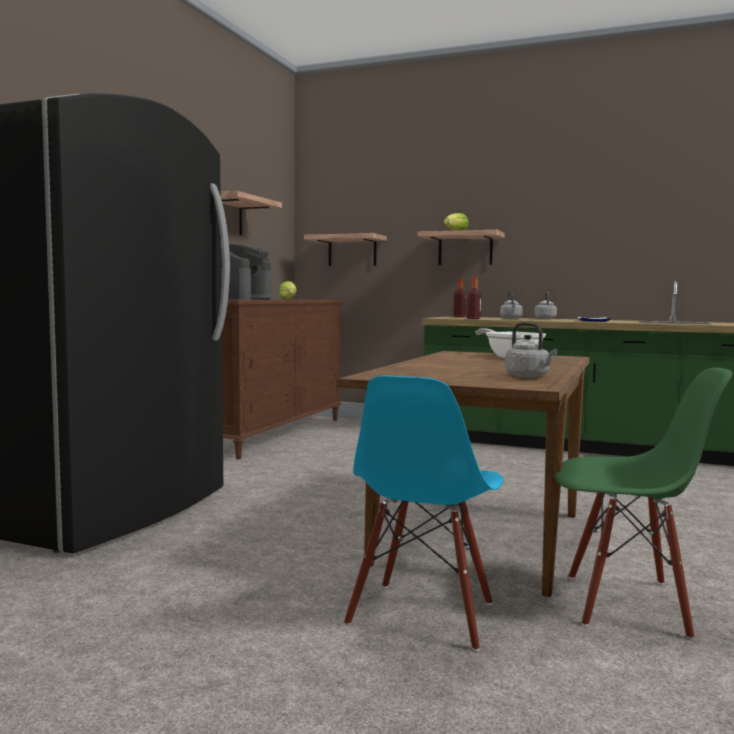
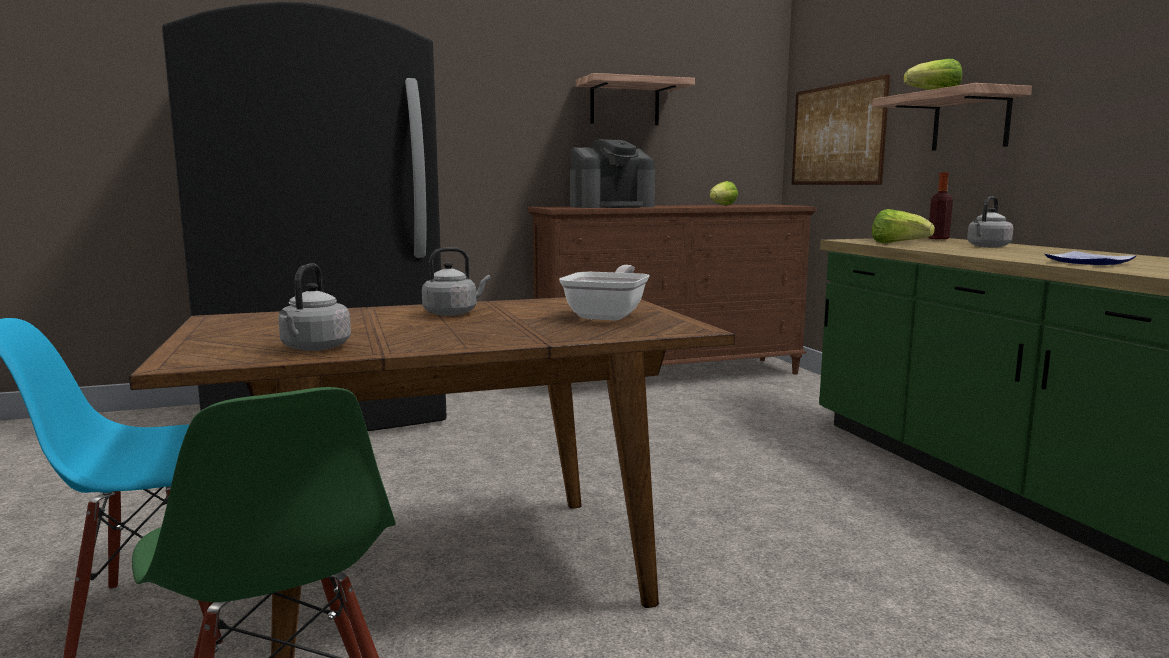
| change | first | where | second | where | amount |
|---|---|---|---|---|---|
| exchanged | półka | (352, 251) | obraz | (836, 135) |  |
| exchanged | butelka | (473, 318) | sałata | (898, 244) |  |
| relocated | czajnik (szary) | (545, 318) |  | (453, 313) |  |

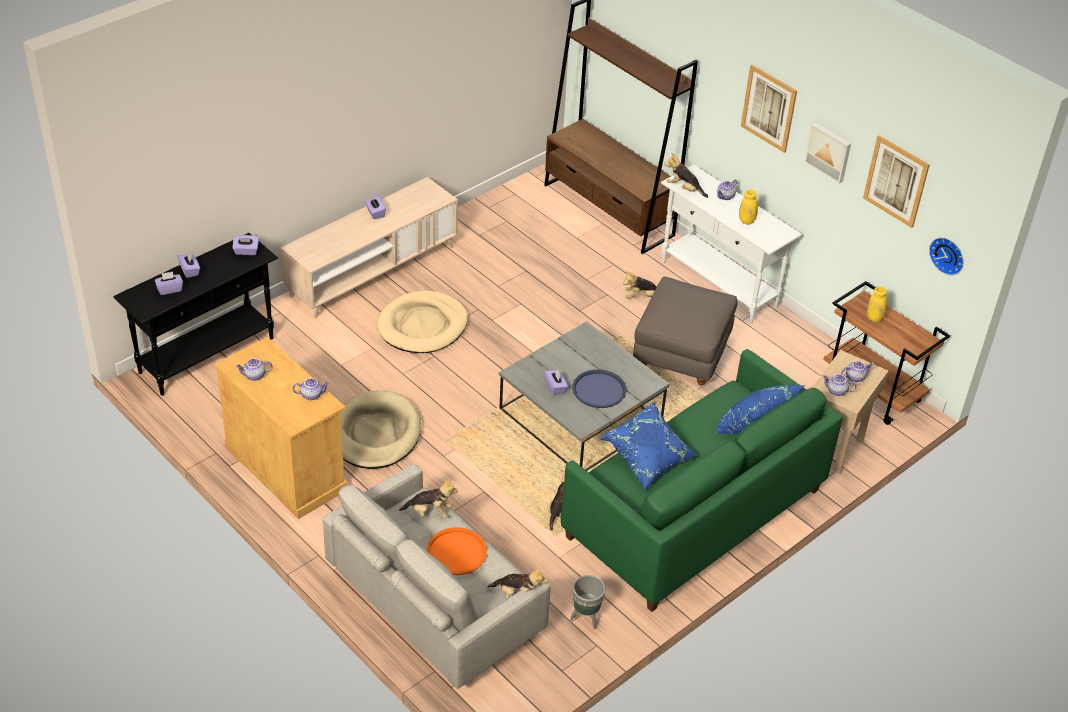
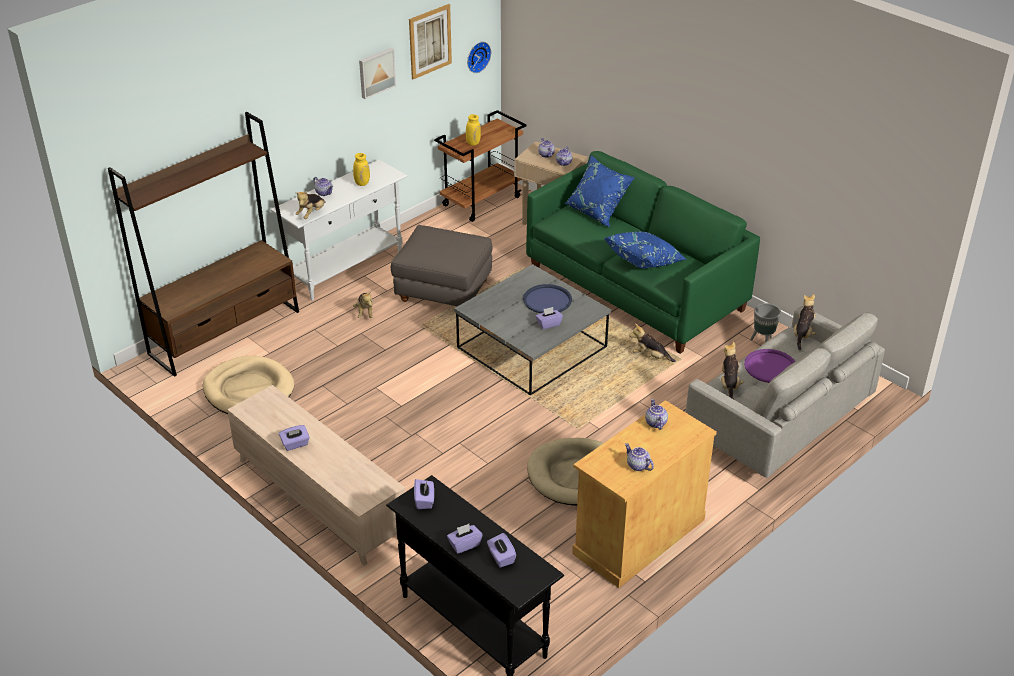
| change | first | where | second | where | amount |
|---|---|---|---|---|---|
| missing | obraz | (769, 108) |  |  |  |
| relocated | legowisko (beżowy) | (422, 326) |  | (249, 390) |  |
| spun | imbryk | (254, 376) |  | (637, 466) | 150 degrees clockwise |
| colour | taca (pomarańczowy) | (456, 552) | taca (fioletowy) | (770, 367) |  |

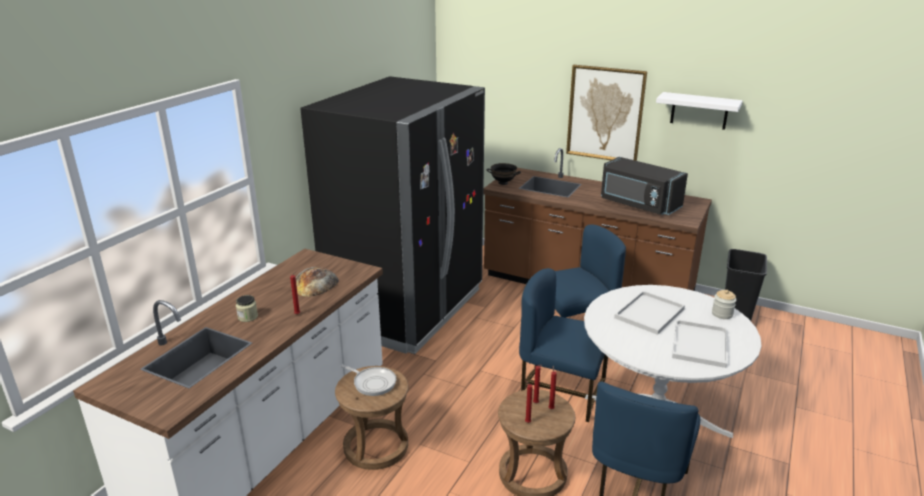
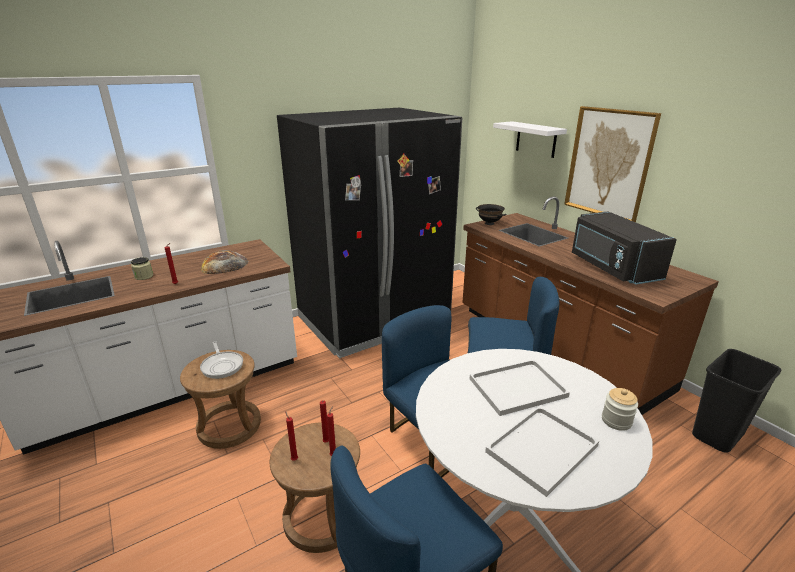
| change | first | where | second | where | amount |
|---|---|---|---|---|---|
| relocated | półka (biały) | (699, 111) |  | (536, 139) |  |

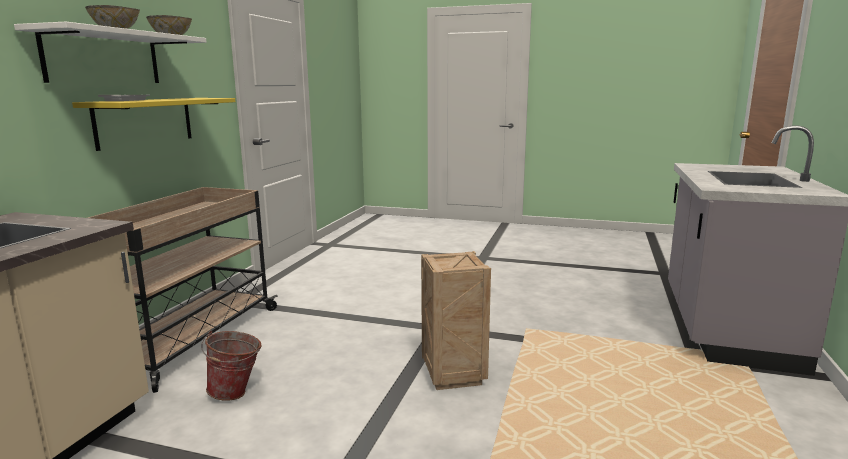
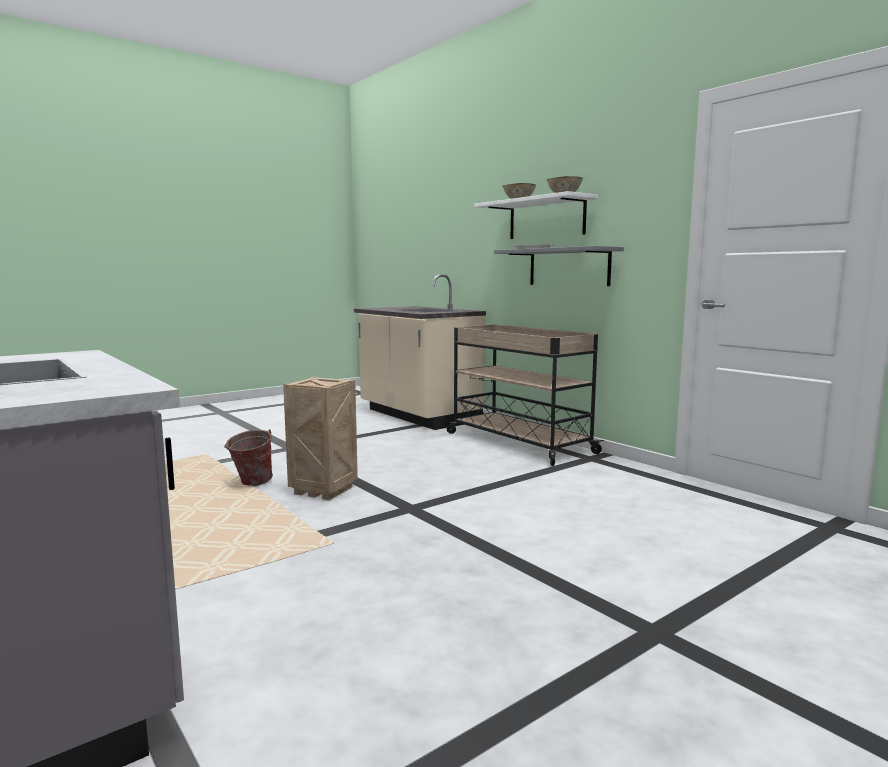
| change | first | where | second | where | amount |
|---|---|---|---|---|---|
| colour | półka (żółty) | (145, 122) | półka (szary) | (568, 267) |  |
| relocated | wiadro | (236, 393) |  | (251, 484) |  |

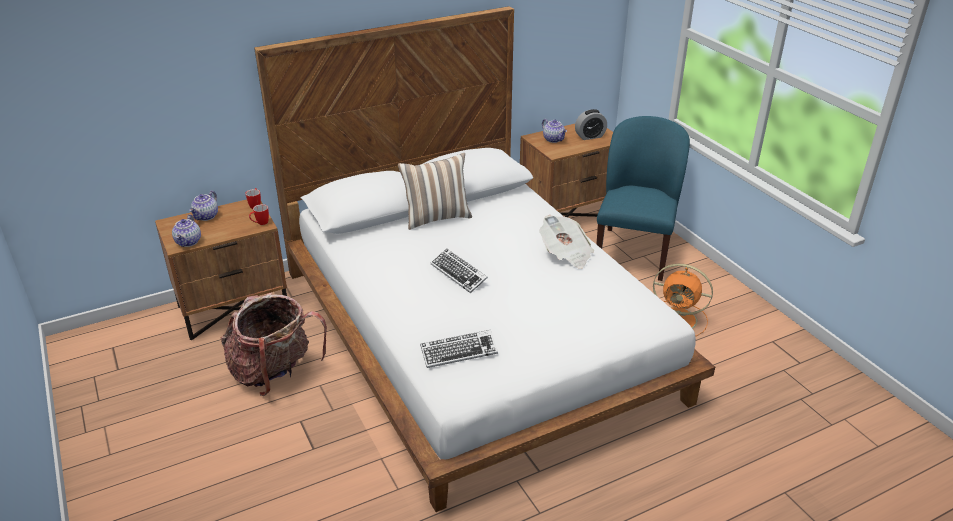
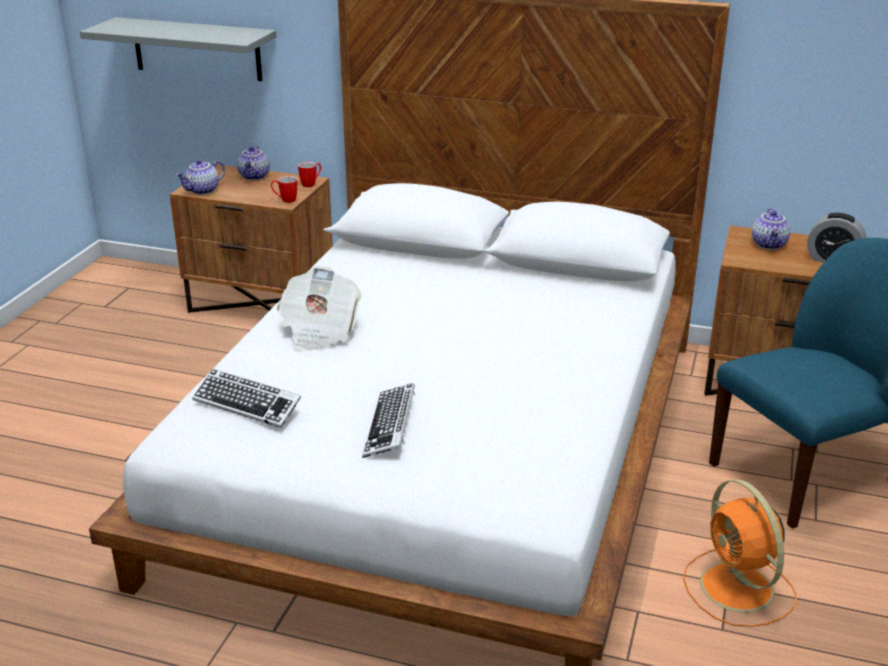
| change | first | where | second | where | amount |
|---|---|---|---|---|---|
| missing | poduszka | (436, 217) |  |  |  |
| spun | imbryk | (206, 216) |  | (255, 177) | 60 degrees counterclockwise |
| relocated | gazeta | (566, 254) |  | (319, 330) |  |
| relocated | klawiatura | (459, 274) |  | (390, 426) |  |
| missing | plecak | (275, 373) |  |  |  |
| appeared |  |  | półka (szary) | (197, 49) |  |

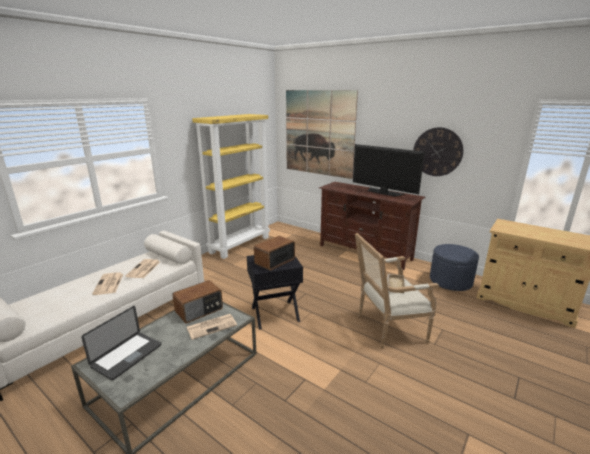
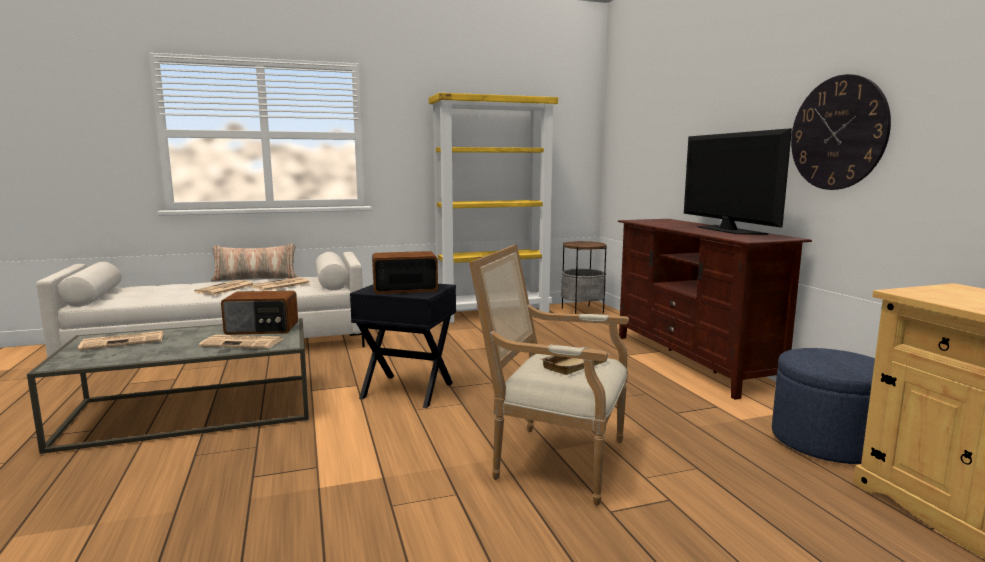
| change | first | where | second | where | amount |
|---|---|---|---|---|---|
| missing | obraz | (319, 133) |  |  |  |
| exchanged | laptop | (127, 356) | gazeta | (124, 341) |  |
| appeared |  |  | stolik | (582, 310) |  |
| appeared |  |  | poduszka | (255, 278) |  |

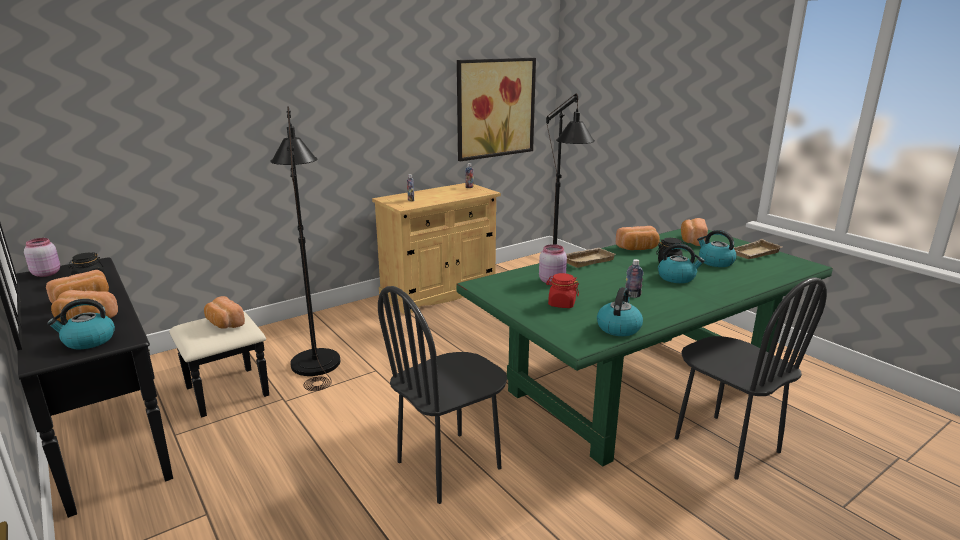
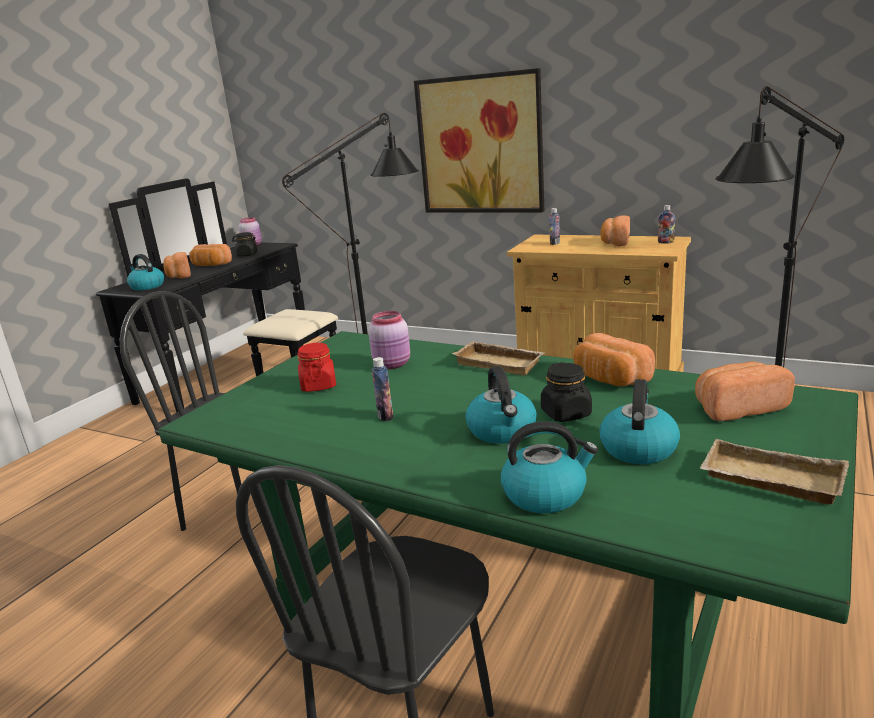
| change | first | where | second | where | amount |
|---|---|---|---|---|---|
| relocated | obraz | (495, 108) |  | (480, 145) |  |
| relocated | czajnik | (618, 327) |  | (545, 494) |  |
| relocated | chleb | (224, 323) |  | (615, 242) |  |

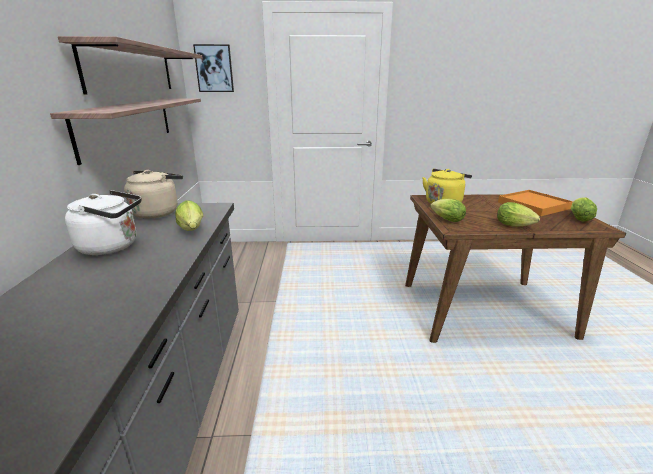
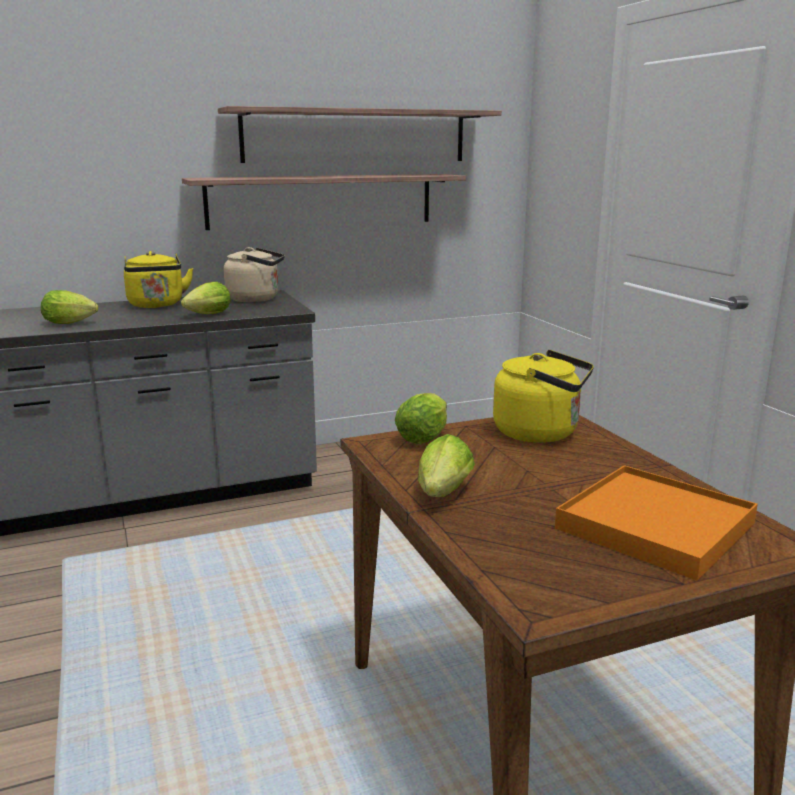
| change | first | where | second | where | amount |
|---|---|---|---|---|---|
| missing | obraz | (214, 68) |  |  |  |
| colour | czajnik (biały) | (113, 246) | czajnik (żółty) | (157, 305) |  |
| relocated | sałata | (578, 218) |  | (72, 323) |  |

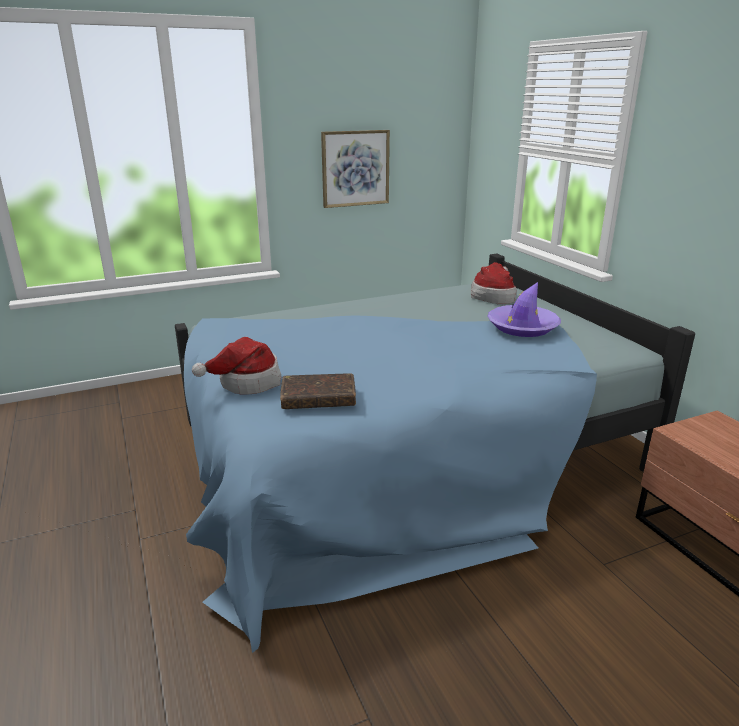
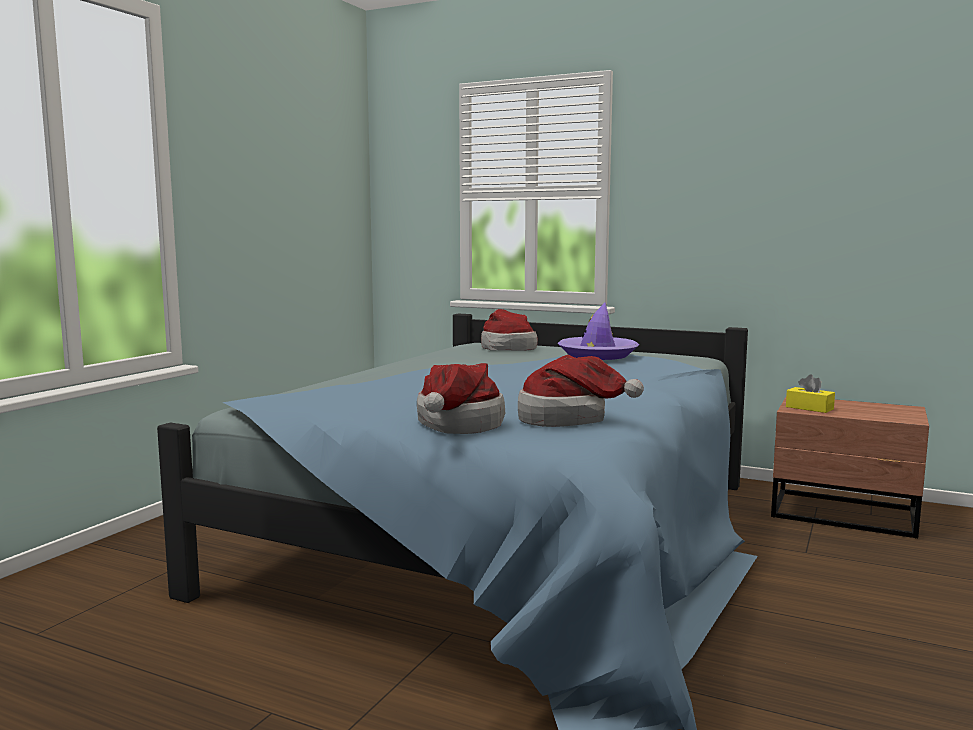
| change | first | where | second | where | amount |
|---|---|---|---|---|---|
| missing | obraz | (355, 168) |  |  |  |
| exchanged | książka (brązowy) | (318, 399) | kapelusz | (569, 419) |  |
| appeared |  |  | pudełko chusteczek (żółty) | (809, 408) |  |

